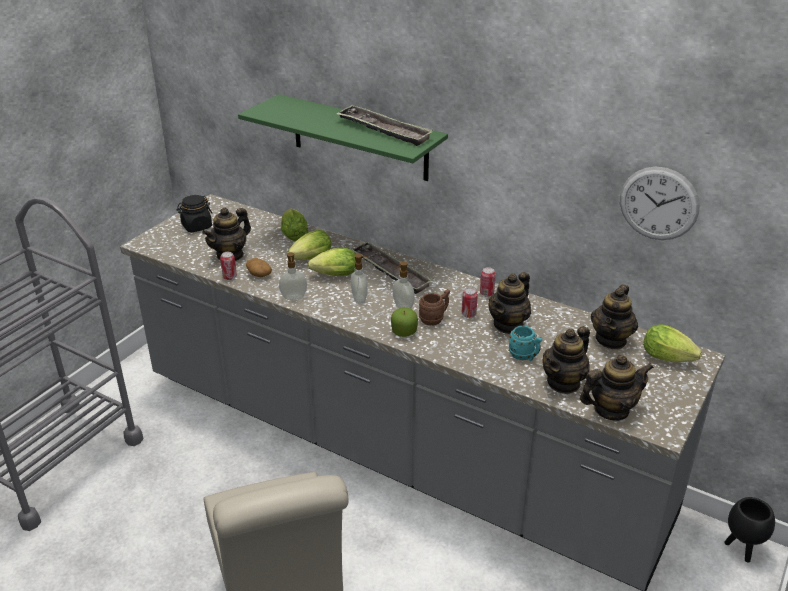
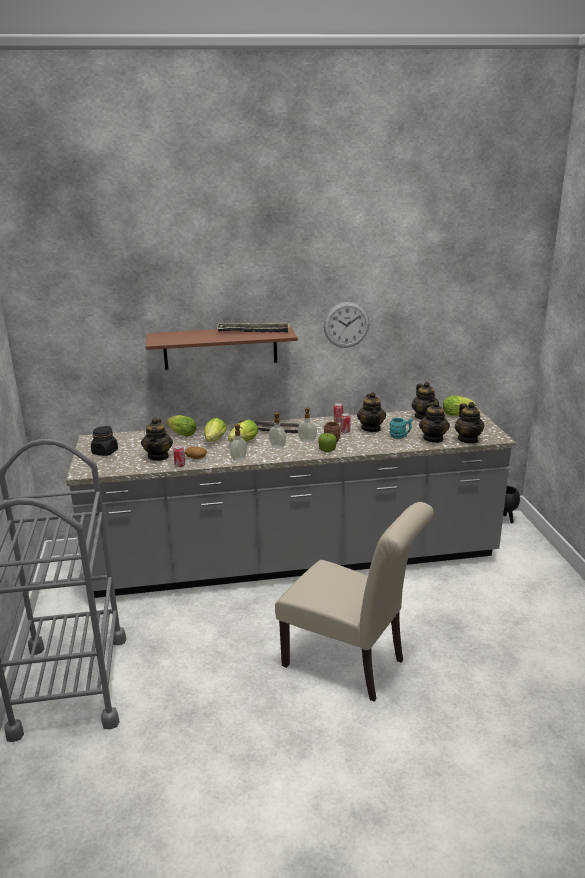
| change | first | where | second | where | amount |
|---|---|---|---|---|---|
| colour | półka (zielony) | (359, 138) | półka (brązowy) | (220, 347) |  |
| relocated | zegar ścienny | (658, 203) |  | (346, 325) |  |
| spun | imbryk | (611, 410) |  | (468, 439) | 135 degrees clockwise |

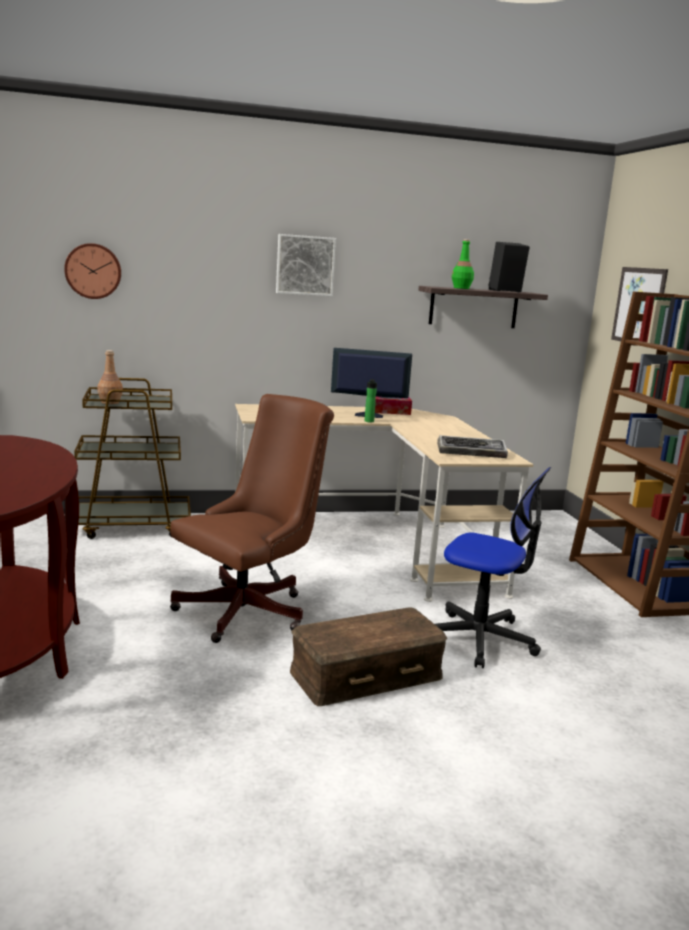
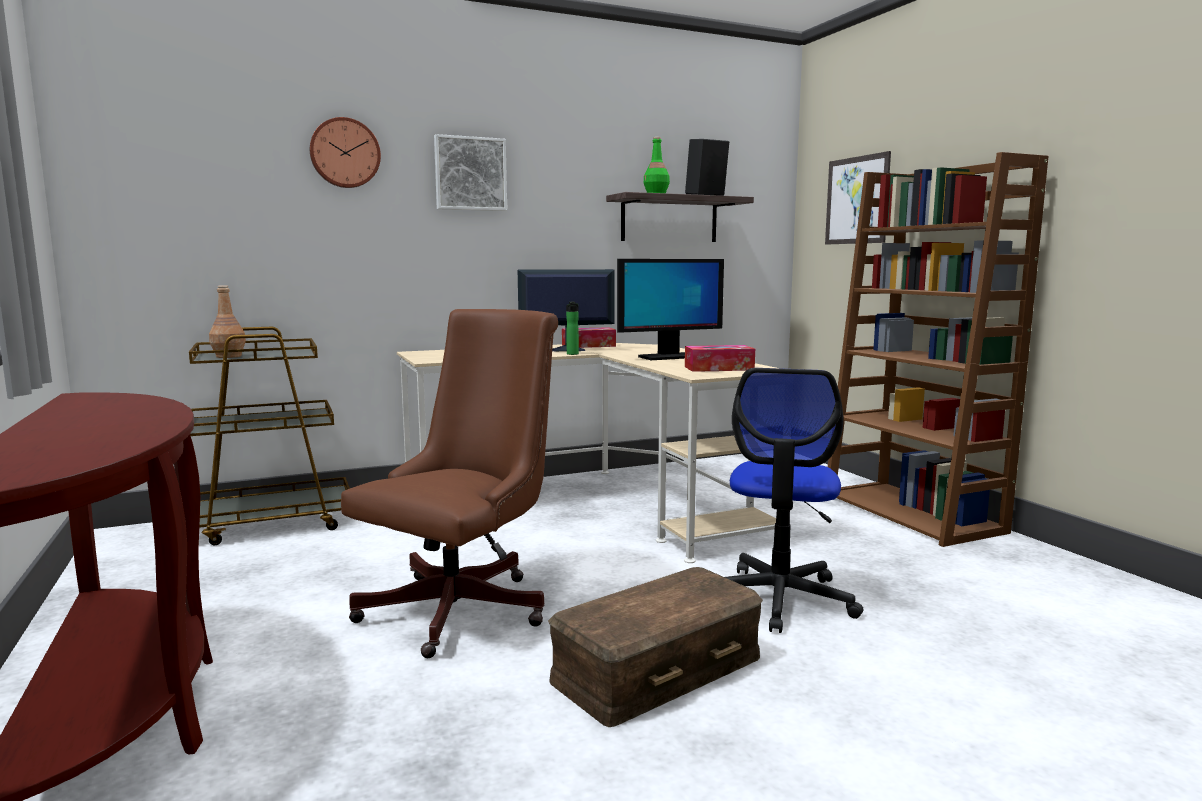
| change | first | where | second | where | amount |
|---|---|---|---|---|---|
| relocated | zegar ścienny | (93, 271) |  | (345, 153) |  |
| exchanged | klawiatura | (472, 452) | pudełko chusteczek | (719, 368) |  |
| spun | krzesło biurowe | (481, 639) |  | (779, 599) | 90 degrees clockwise |
| appeared |  |  | monitor | (667, 357) |  |

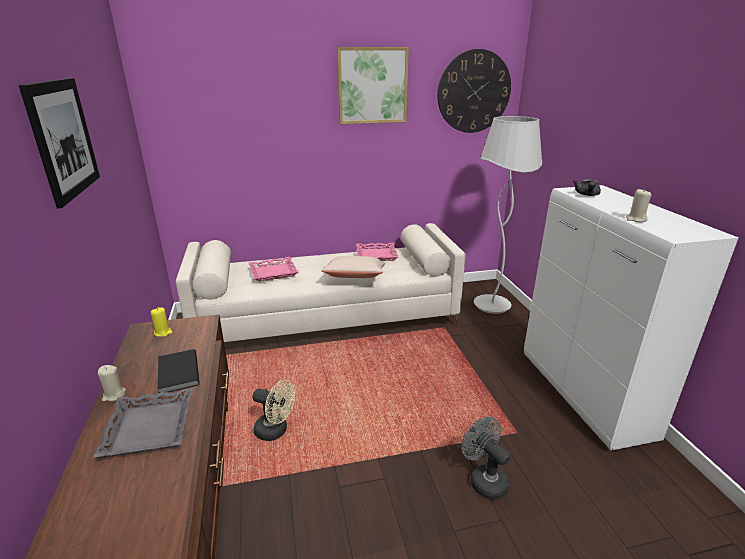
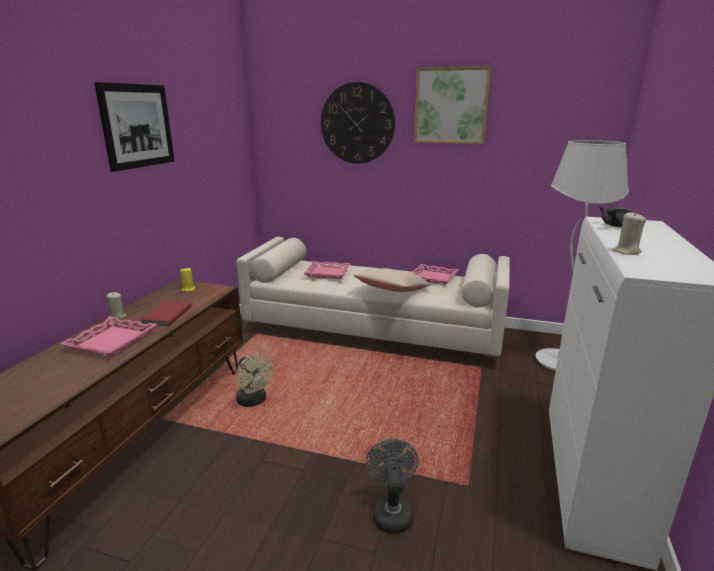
| change | first | where | second | where | amount |
|---|---|---|---|---|---|
| relocated | zegar ścienny | (474, 92) |  | (357, 123) |  |
| colour | książka (czarny) | (177, 373) | książka (czerwony) | (165, 315) |  |
| colour | taca (szary) | (148, 428) | taca (różowy) | (111, 341) |  |

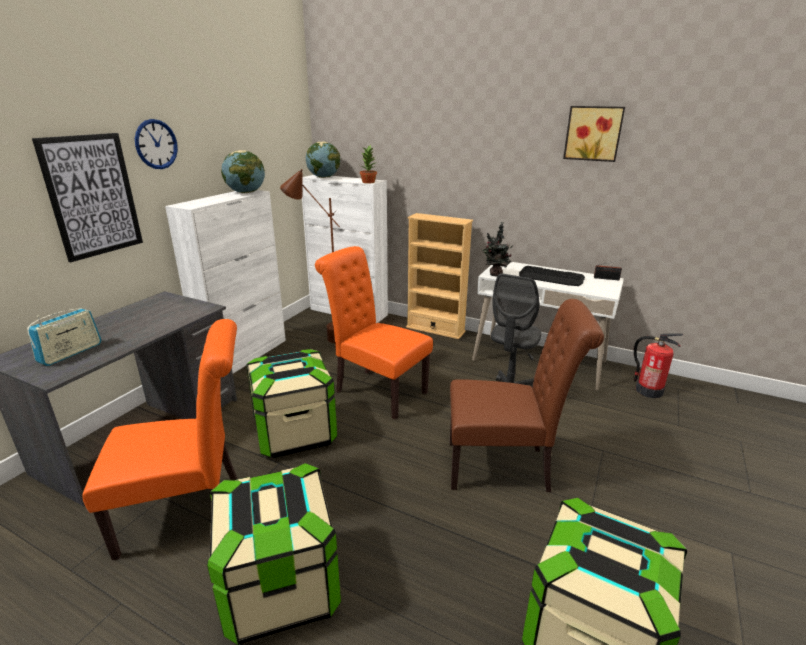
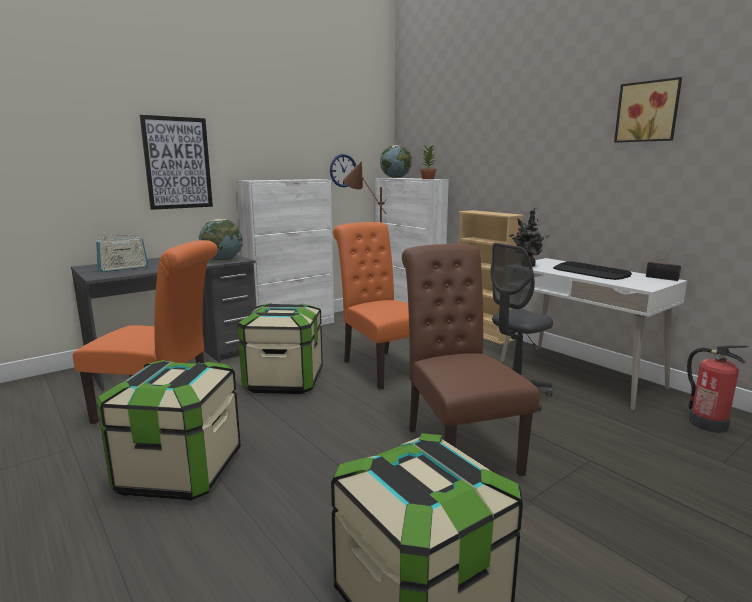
| change | first | where | second | where | amount |
|---|---|---|---|---|---|
| relocated | zegar ścienny | (156, 144) |  | (343, 170) |  |
| relocated | globus | (246, 192) |  | (222, 260) |  |
| spun | krzesło (brązowy) | (505, 467) |  | (457, 446) | 135 degrees counterclockwise |

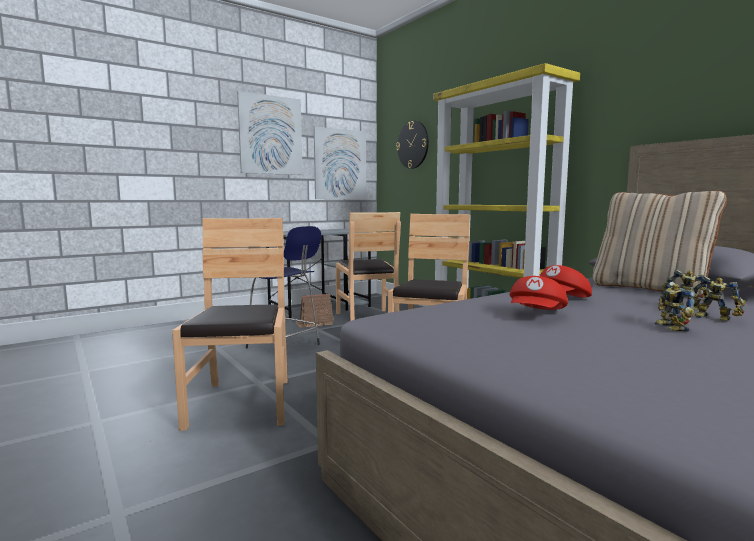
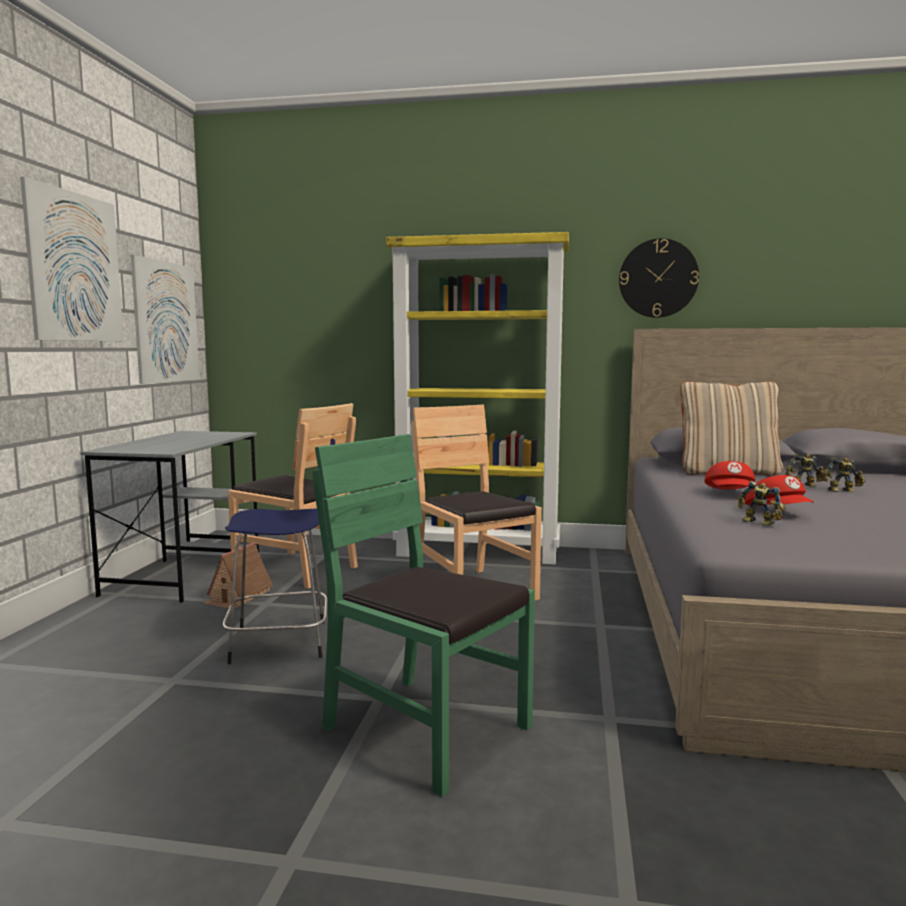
| change | first | where | second | where | amount |
|---|---|---|---|---|---|
| relocated | zegar ścienny | (413, 144) |  | (658, 278) |  |
| colour | krzesło (brązowy) | (242, 403) | krzesło (zielony) | (426, 729) |  |
| relocated | robot zabawkowy | (669, 328) |  | (758, 523) |  |

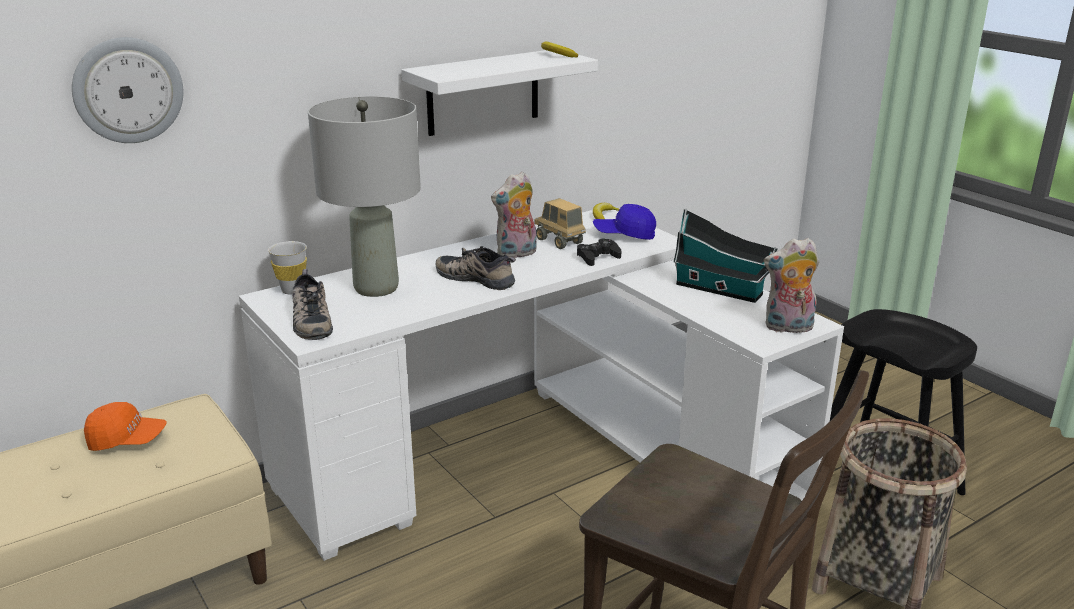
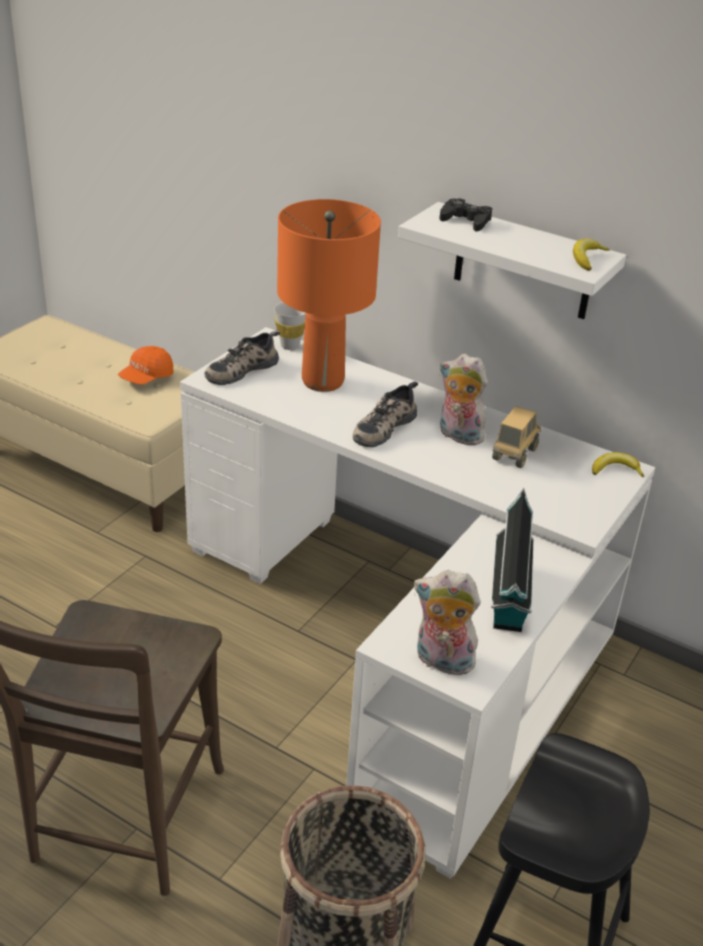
| change | first | where | second | where | amount |
|---|---|---|---|---|---|
| missing | zegar ścienny | (128, 90) |  |  |  |
| colour | lampa stołowa (szary) | (375, 288) | lampa stołowa (pomarańczowy) | (322, 381) |  |
| missing | czapka z daszkiem (niebieski) | (624, 235) |  |  |  |
| spun | pluszak | (788, 328) |  | (442, 662) | 45 degrees counterclockwise |
| relocated | pad do gier (czarny) | (597, 257) |  | (466, 221) |  |
| spun | but | (477, 278) |  | (383, 426) | 150 degrees counterclockwise |
| spun | czapka z daszkiem (pomarańczowy) | (127, 440) |  | (146, 377) | 60 degrees clockwise |

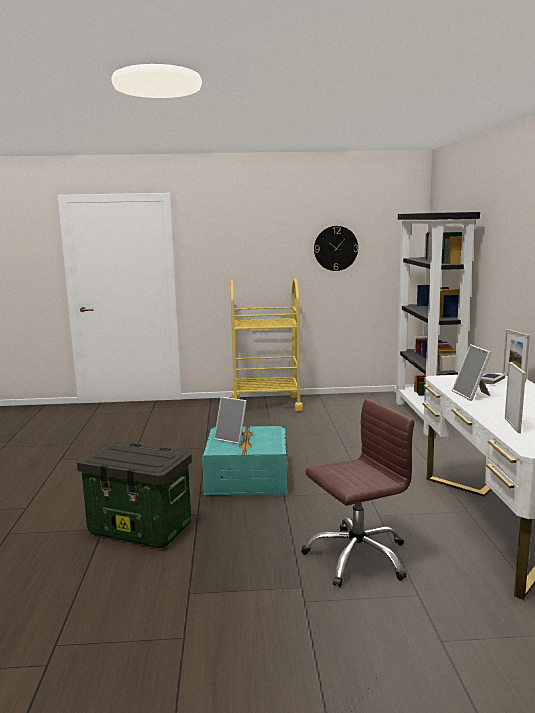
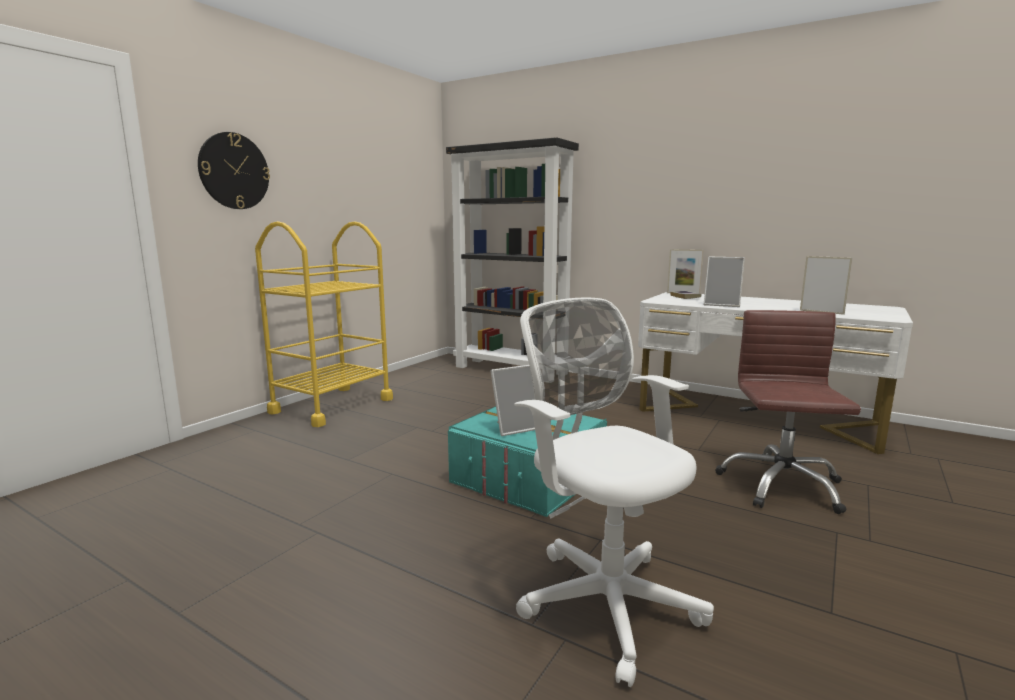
| change | first | where | second | where | amount |
|---|---|---|---|---|---|
| relocated | zegar ścienny | (335, 248) |  | (234, 171) |  |
| exchanged | pojemnik do przechowywania | (141, 529) | krzesło biurowe (biały) | (603, 598) |  |

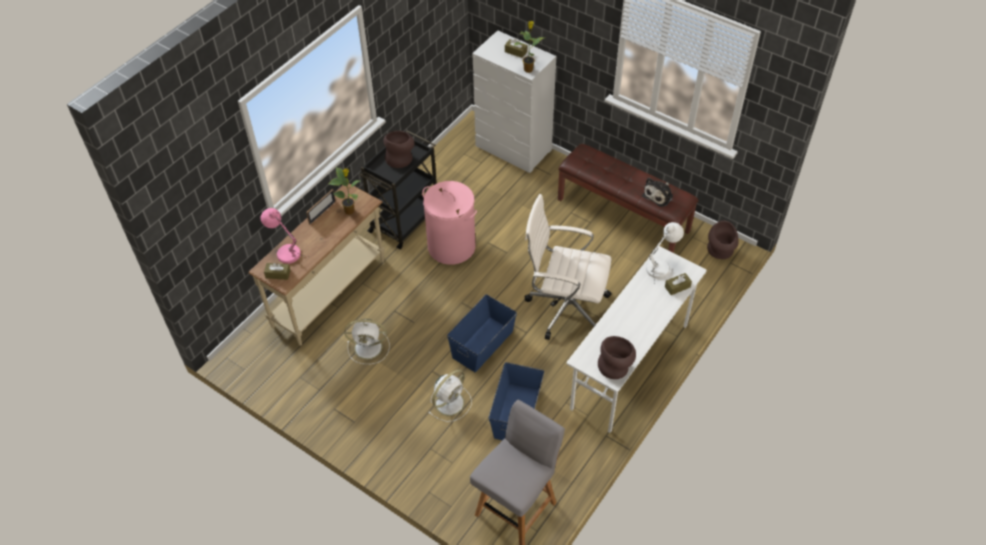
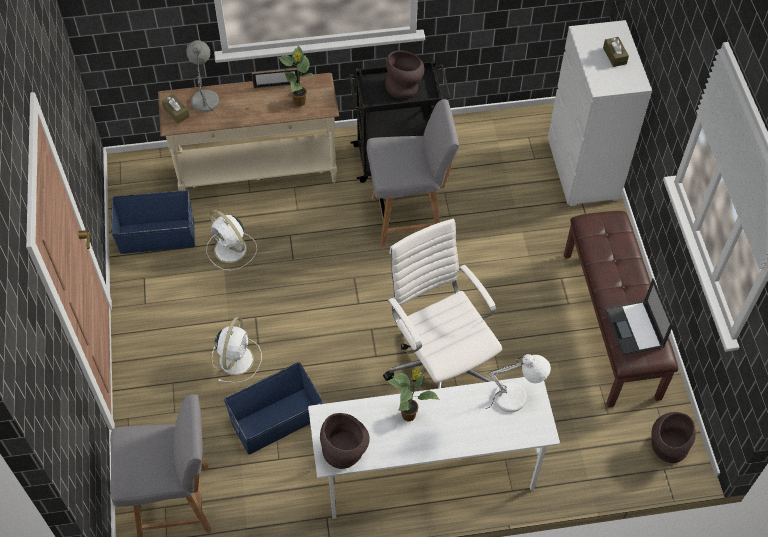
| change | first | where | second | where | amount |
|---|---|---|---|---|---|
| relocated | roślina doniczkowa | (528, 69) |  | (409, 414) |  |
| exchanged | pluszak | (659, 195) | laptop | (634, 329) |  |
| exchanged | kosz na pranie (różowy) | (452, 246) | krzesło (szary) | (408, 218) |  |
| colour | lampa stołowa (różowy) | (286, 252) | lampa stołowa (szary) | (205, 99) |  |
| missing | pudełko chusteczek (brązowy) | (677, 287) |  |  |  |
| relocated | pojemnik do przechowywania (niebieski) | (482, 344) |  | (156, 235) |  |
| spun | wentylator (biały) | (450, 402) |  | (236, 358) | 75 degrees counterclockwise |

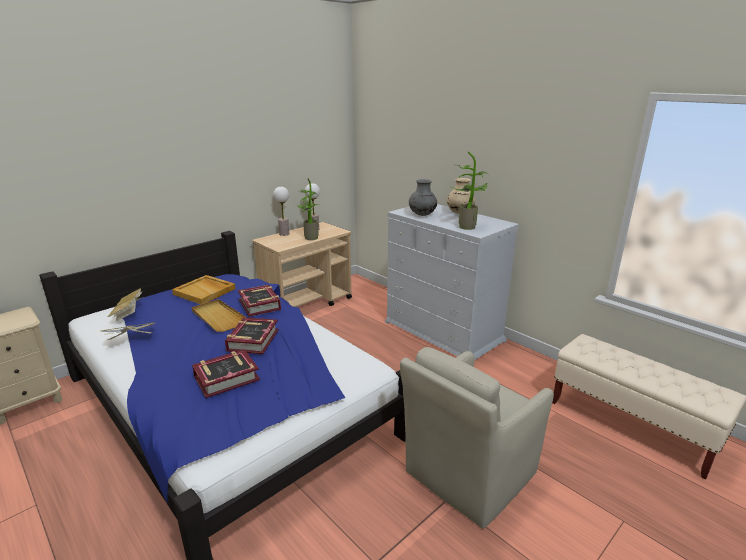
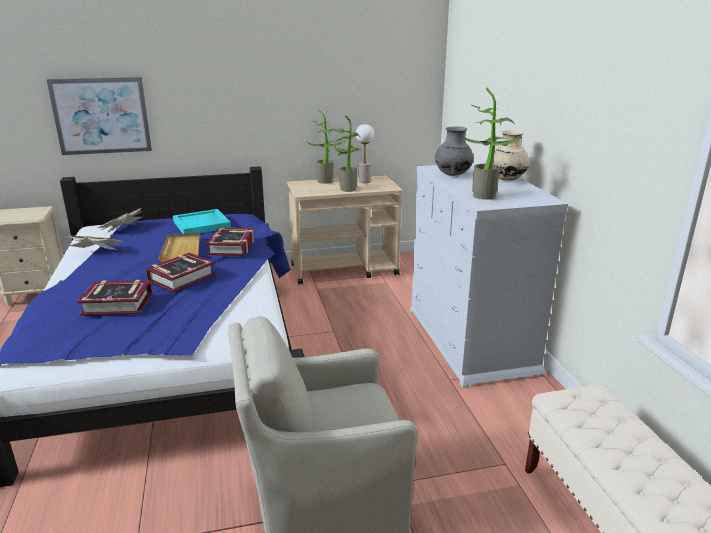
| change | first | where | second | where | amount |
|---|---|---|---|---|---|
| exchanged | lampa stołowa | (284, 234) | roślina doniczkowa | (327, 181) |  |
| colour | taca (beżowy) | (205, 291) | taca (turkusowy) | (202, 224) |  |
| appeared |  |  | obraz | (101, 116) |  |

